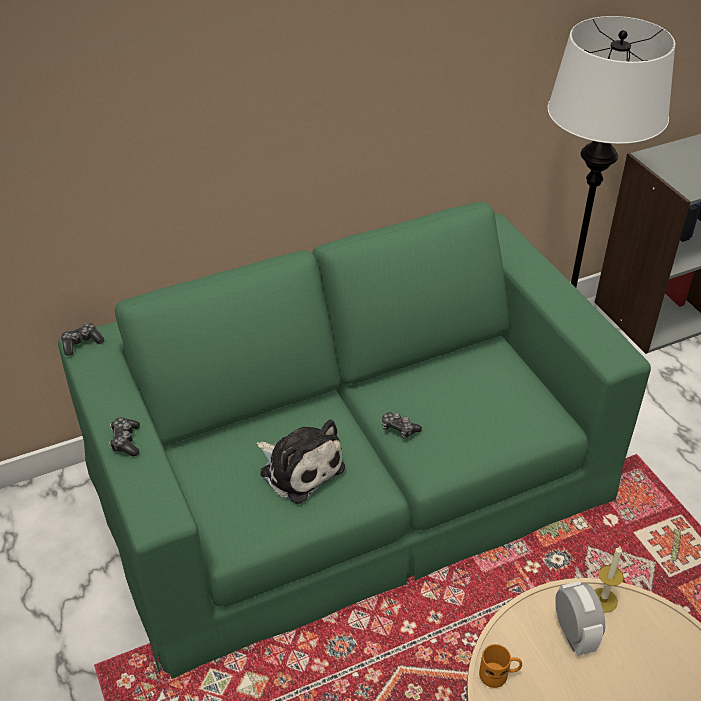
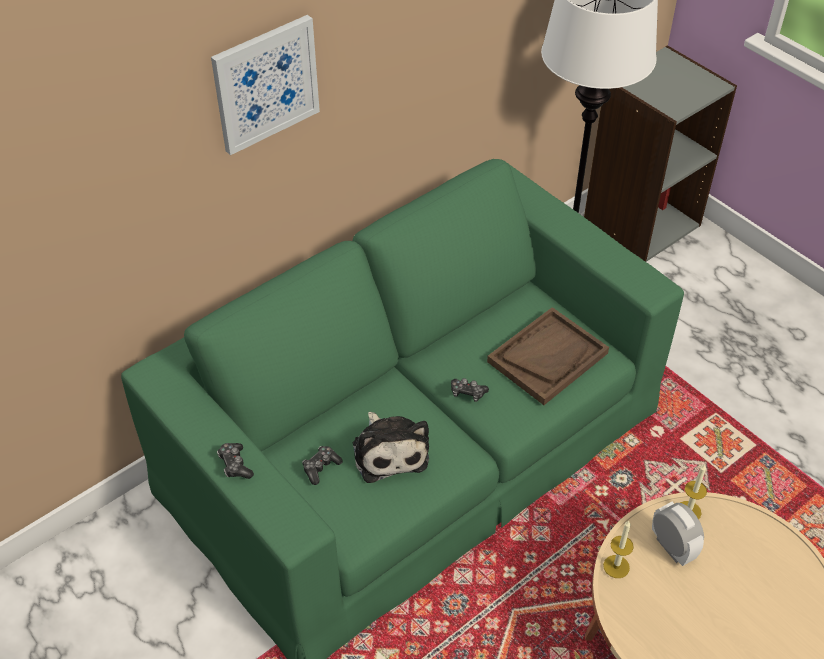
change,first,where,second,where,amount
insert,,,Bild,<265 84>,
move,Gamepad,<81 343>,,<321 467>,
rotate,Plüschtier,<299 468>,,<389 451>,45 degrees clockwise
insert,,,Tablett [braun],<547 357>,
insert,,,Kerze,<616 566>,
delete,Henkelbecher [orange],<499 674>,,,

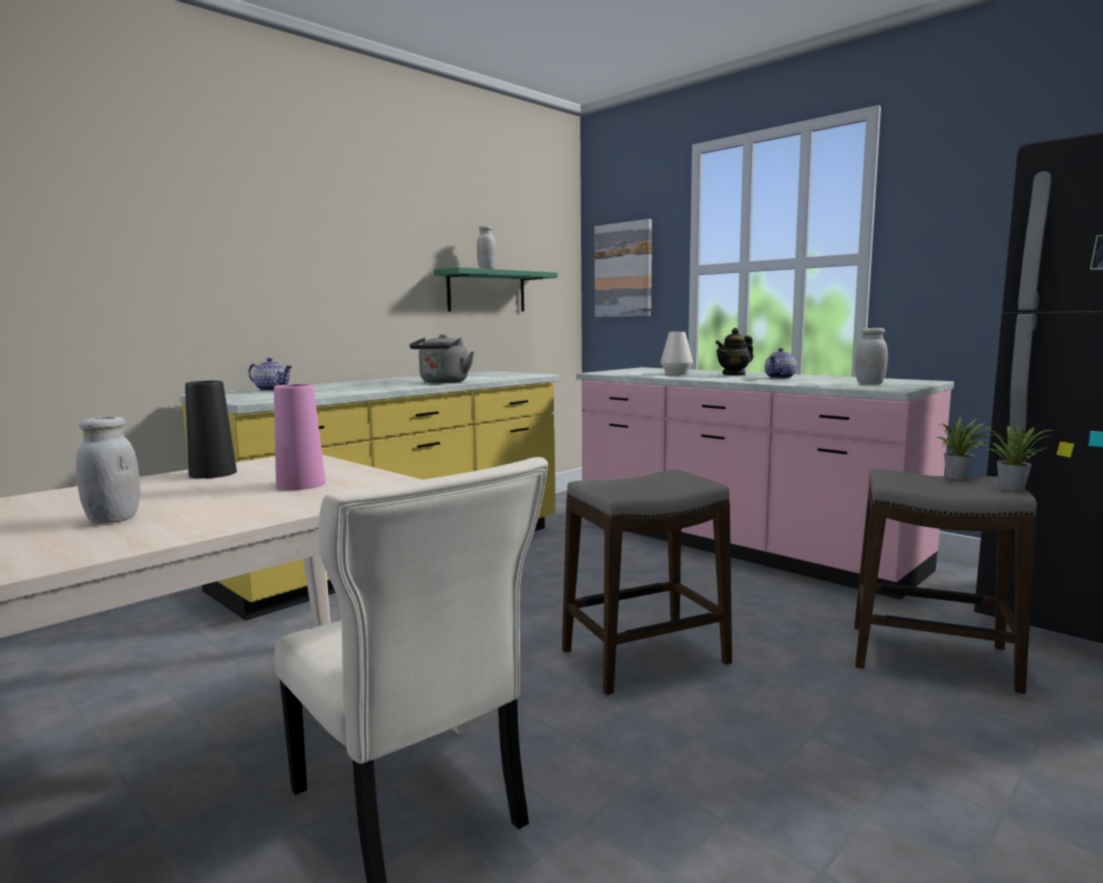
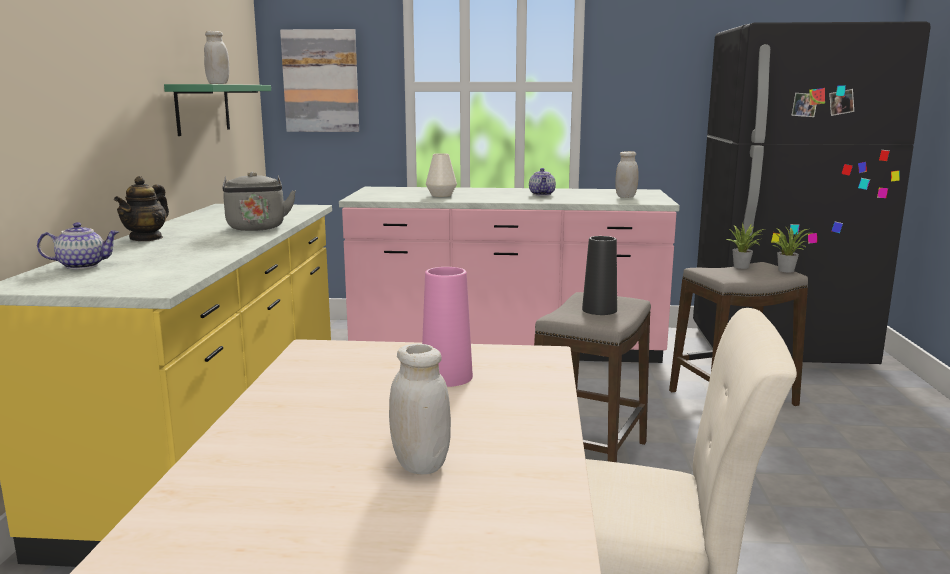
change,first,where,second,where,amount
move,Teekanne,<734 374>,,<146 238>,
move,Vase [schwarz],<213 473>,,<599 310>,

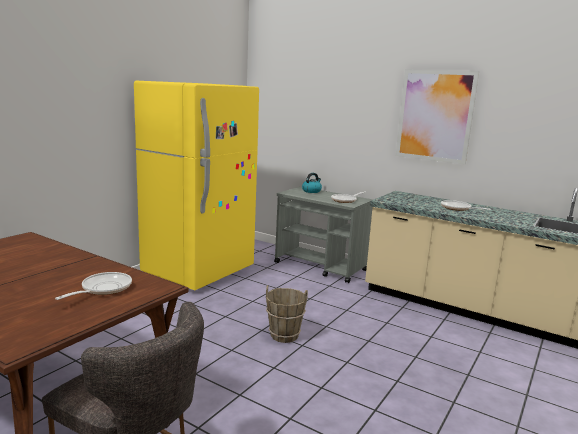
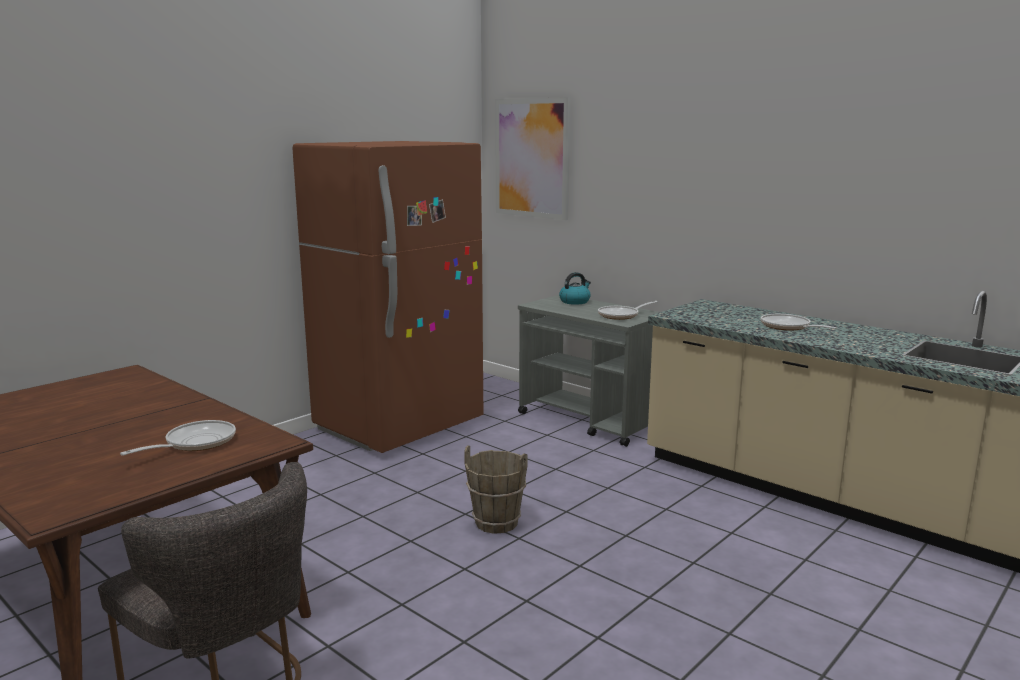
change,first,where,second,where,amount
recolor,Kühlschrank [gelb],<199 272>,Kühlschrank [braun],<399 426>,
move,Bild,<435 116>,,<532 158>,

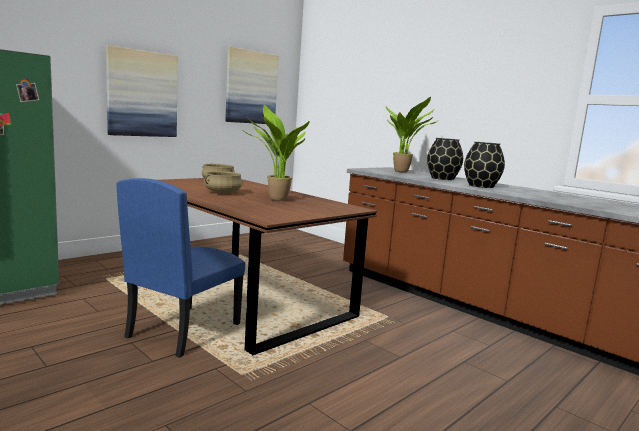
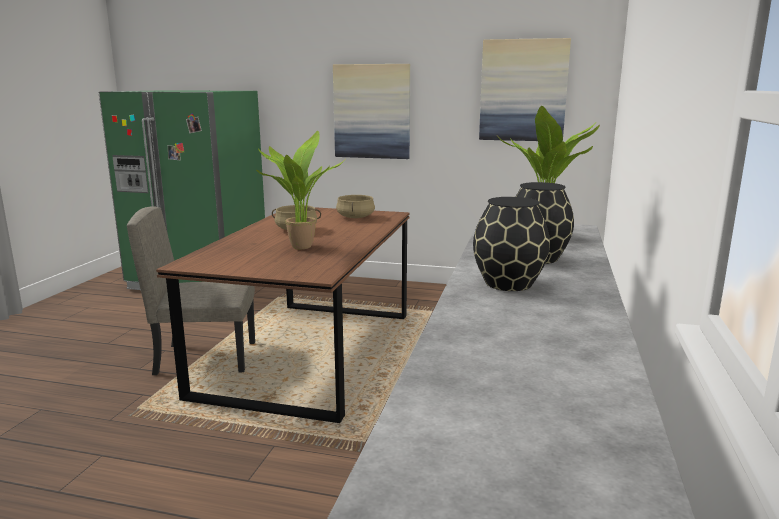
change,first,where,second,where,amount
recolor,Stuhl [blau],<183 330>,Stuhl [beige],<206 357>,

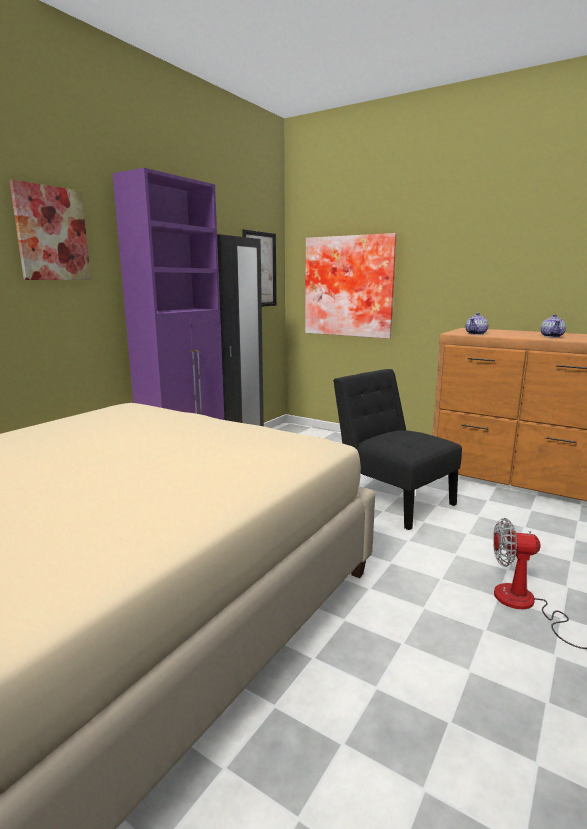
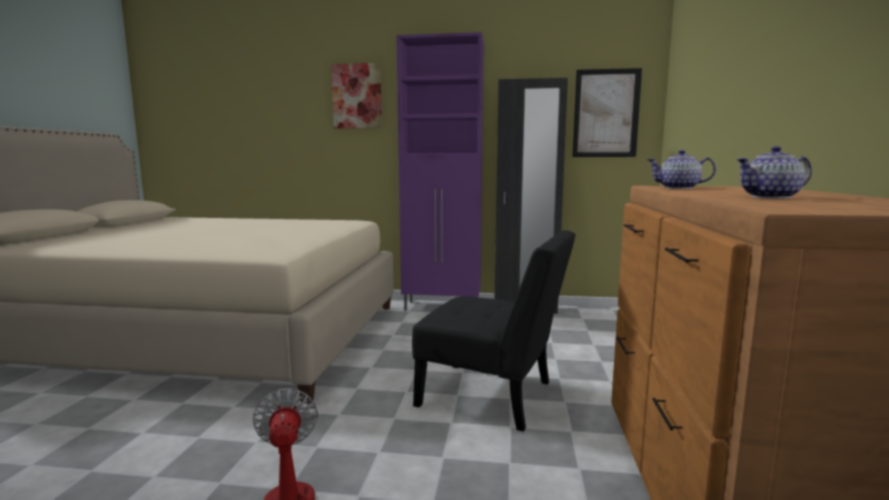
change,first,where,second,where,amount
rotate,Stuhl [schwarz],<393 500>,,<493 396>,90 degrees clockwise
delete,Bild,<349 286>,,,

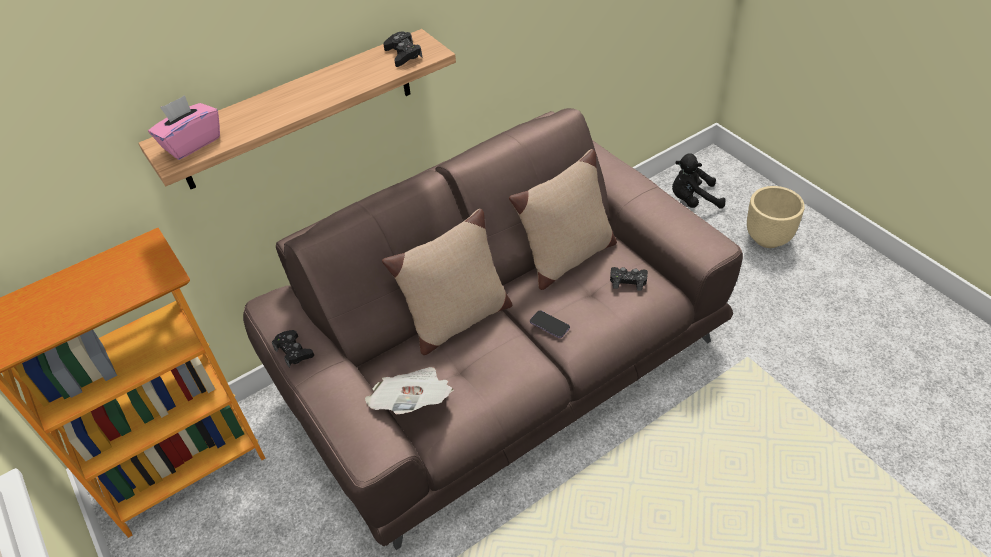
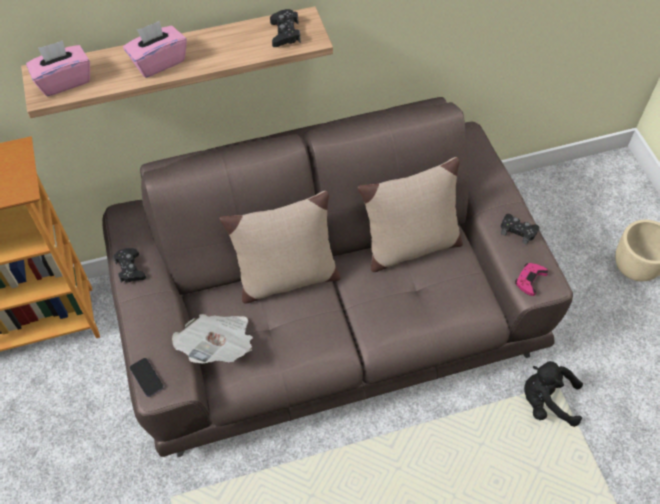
change,first,where,second,where,amount
insert,,,Taschentuchbox [rosa],<158 62>,
move,Handy,<549 325>,,<147 378>,
move,Gamepad [schwarz],<628 281>,,<518 231>,
insert,,,Gamepad [rosa],<530 280>,
move,Plüschtier [schwarz],<693 200>,,<546 401>,

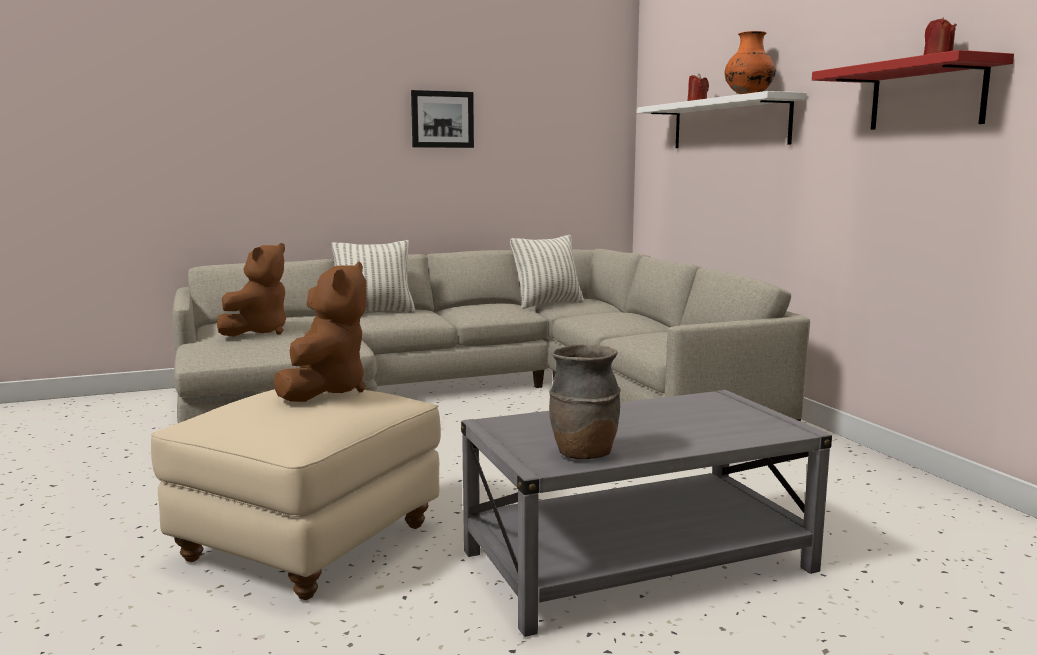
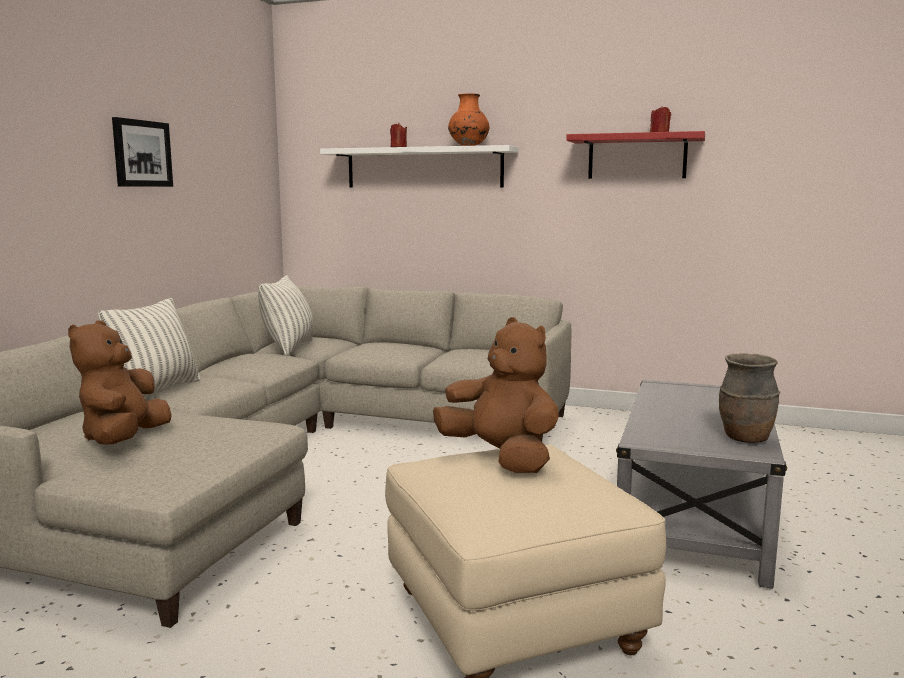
change,first,where,second,where,amount
rotate,Plüschtier [braun],<258 332>,,<124 440>,150 degrees counterclockwise

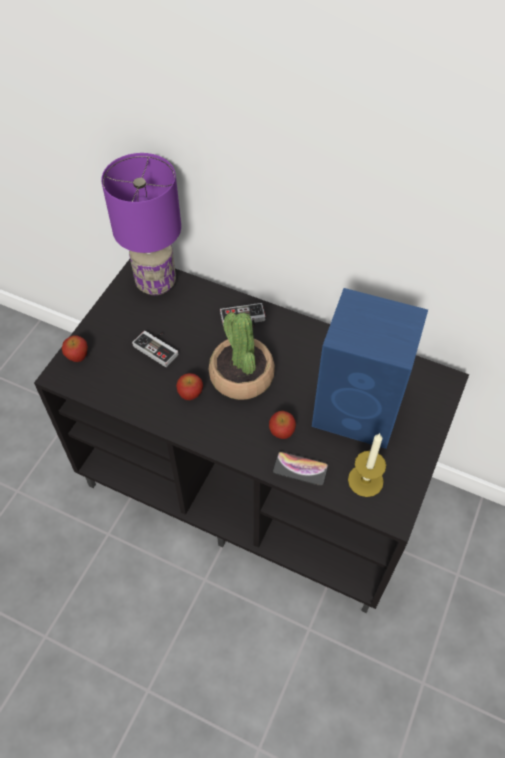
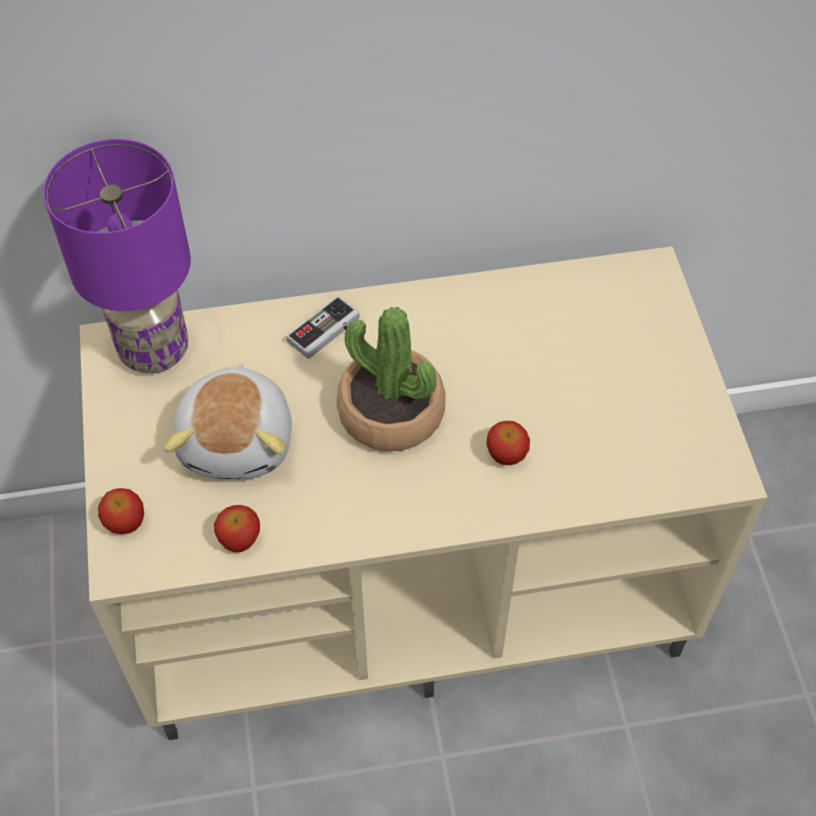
change,first,where,second,where,amount
recolor,Fernsehschrank [schwarz],<255 483>,Fernsehschrank [beige],<411 581>,
replace,Gamepad,<158 347>,Plüschtier,<239 440>,
move,Apfel,<190 394>,,<240 539>,
delete,Handy,<300 469>,,,
delete,Lautsprecher [blau],<359 410>,,,
delete,Kerze,<365 480>,,,

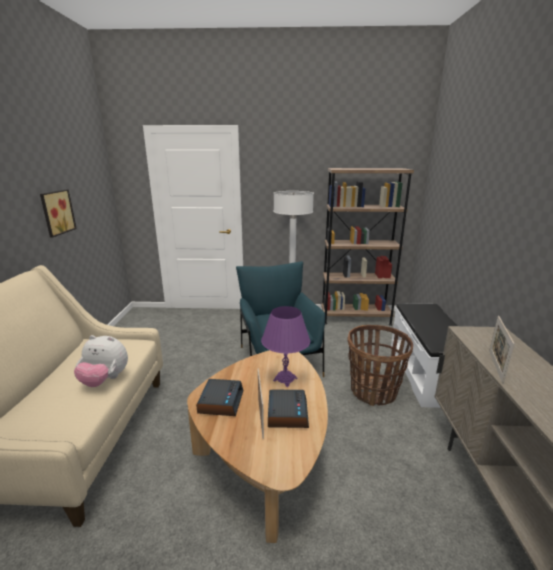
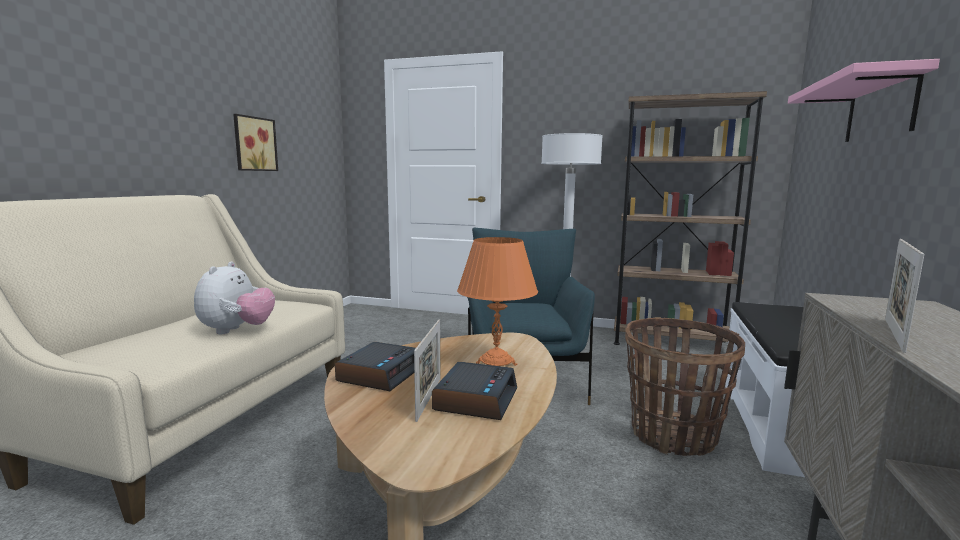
change,first,where,second,where,amount
rotate,Plüschtier,<105 380>,,<237 330>,105 degrees counterclockwise
recolor,Tischlampe [lila],<285 379>,Tischlampe [orange],<496 364>,
insert,,,Wandregal [rosa],<880 108>,

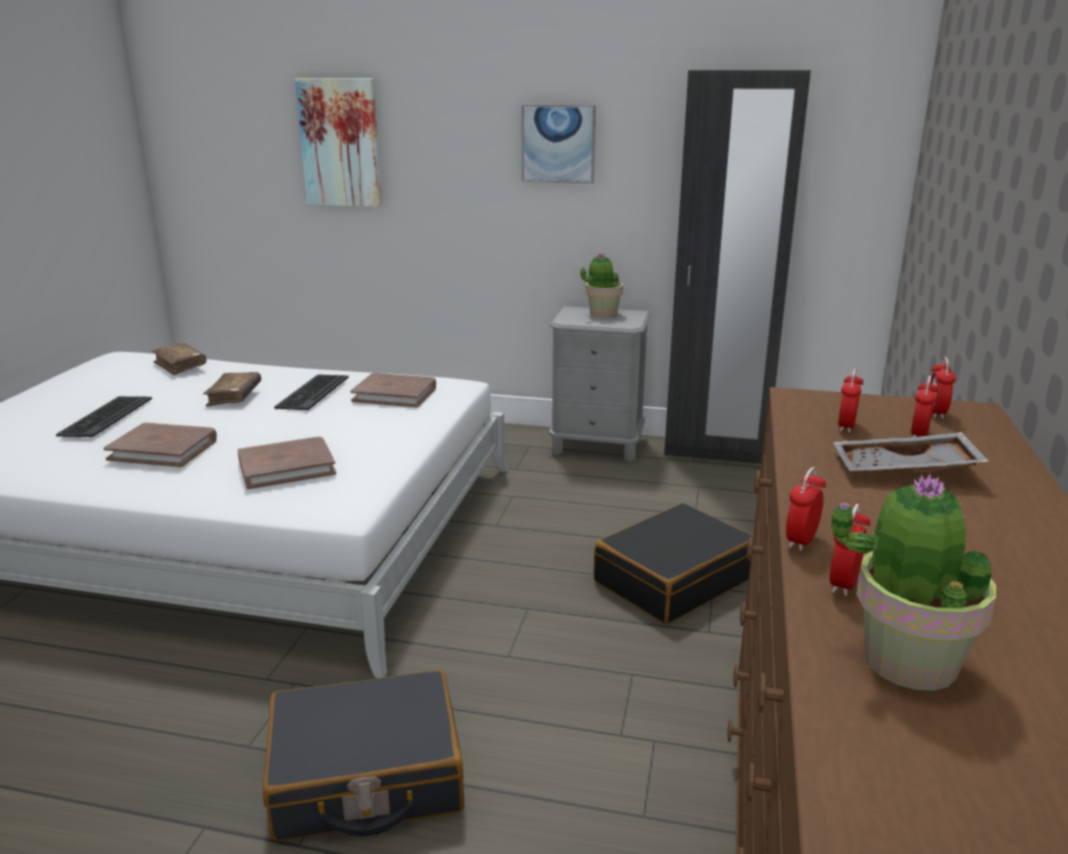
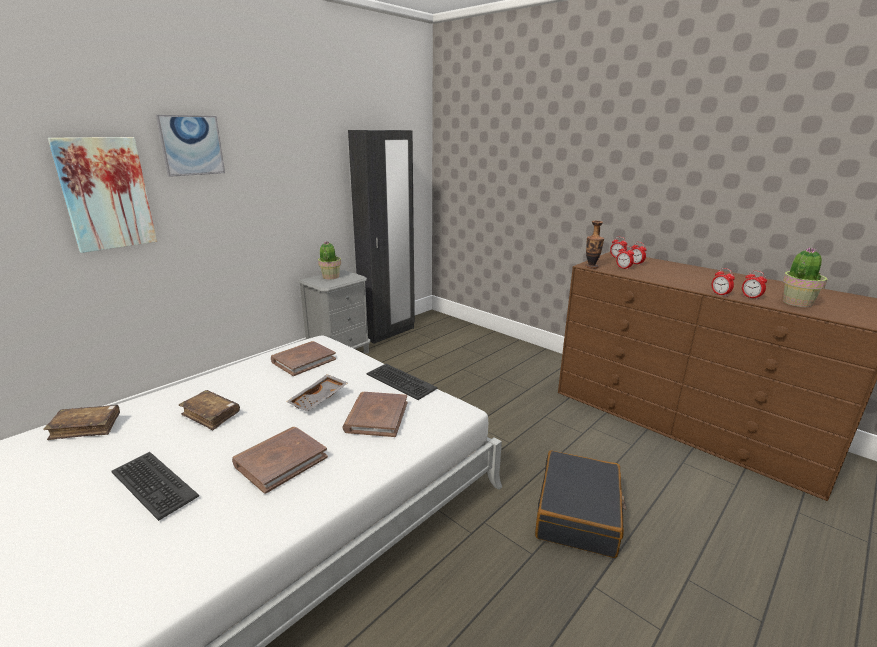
change,first,where,second,where,amount
move,Bild,<558 144>,,<191 145>,
move,Tablett [grau],<904 470>,,<319 399>,
move,Tastatur,<312 393>,,<400 382>,
insert,,,Vase,<591 267>,
delete,Koffer [schwarz],<672 579>,,,

